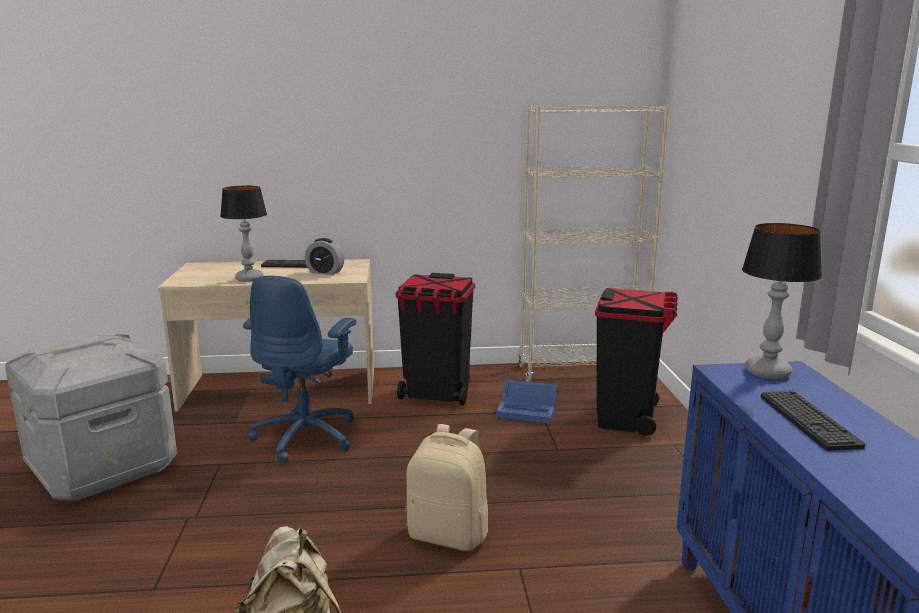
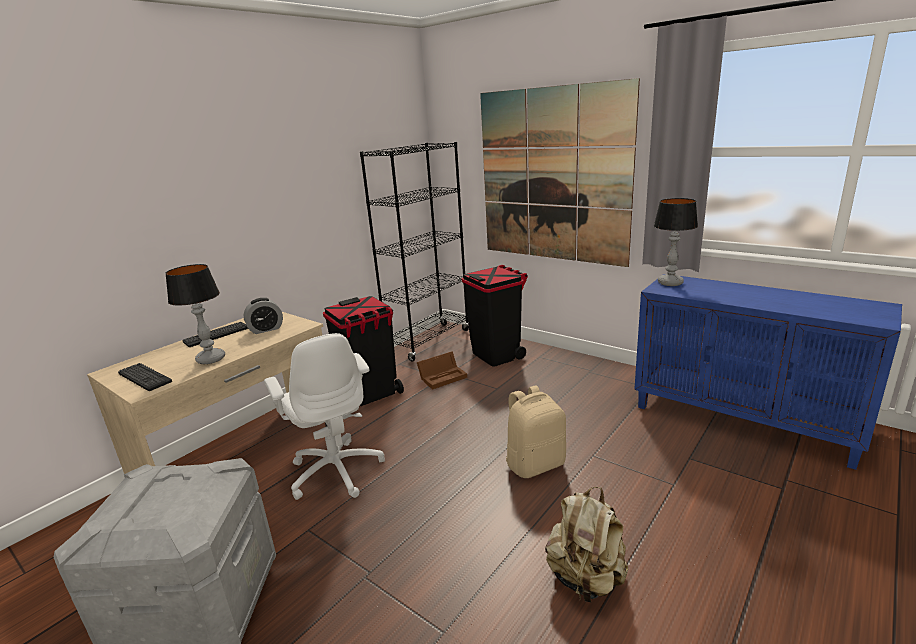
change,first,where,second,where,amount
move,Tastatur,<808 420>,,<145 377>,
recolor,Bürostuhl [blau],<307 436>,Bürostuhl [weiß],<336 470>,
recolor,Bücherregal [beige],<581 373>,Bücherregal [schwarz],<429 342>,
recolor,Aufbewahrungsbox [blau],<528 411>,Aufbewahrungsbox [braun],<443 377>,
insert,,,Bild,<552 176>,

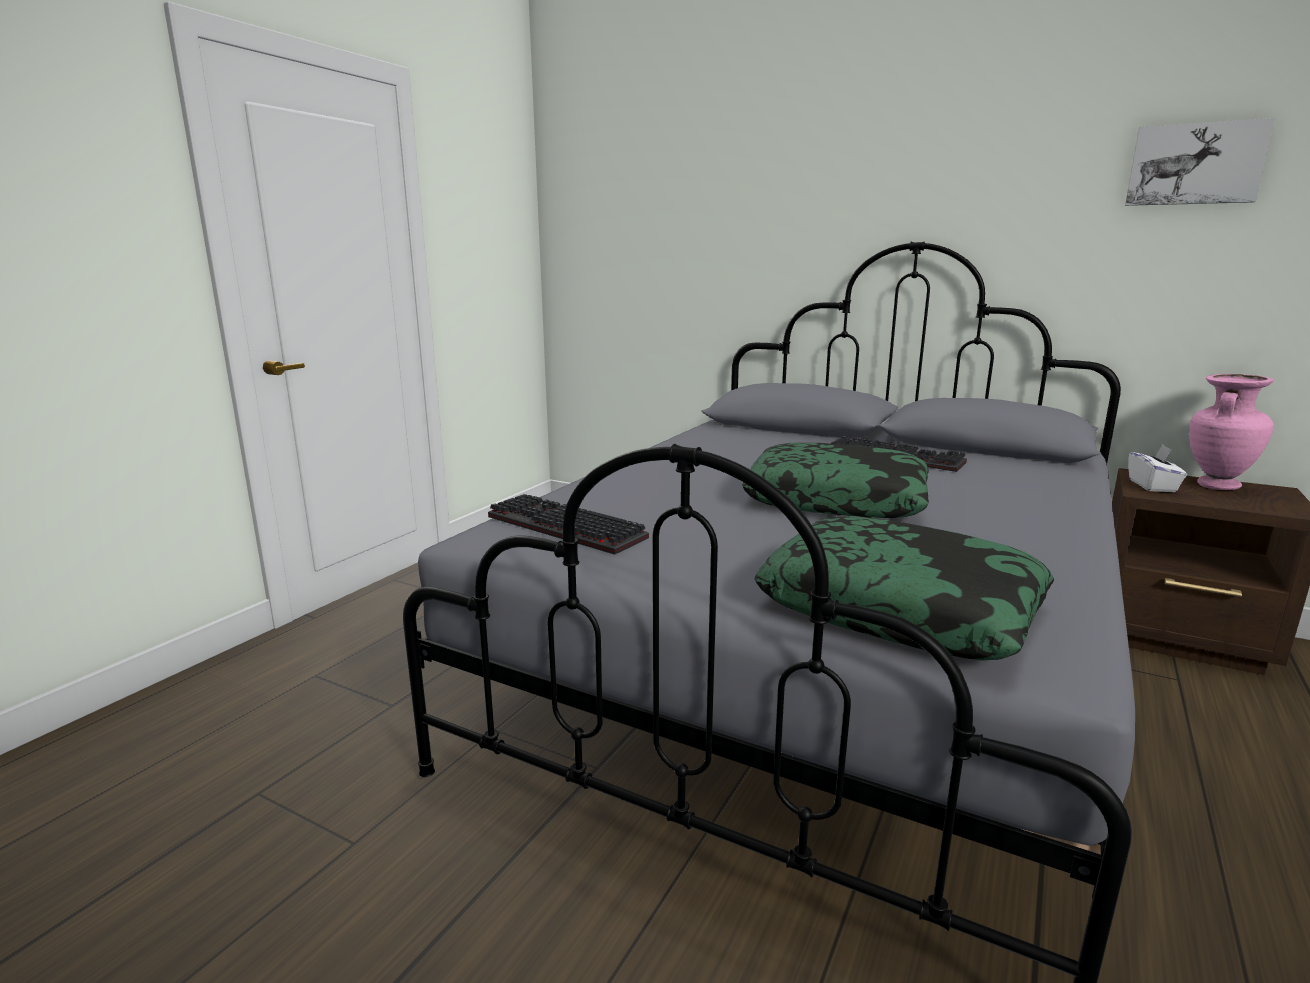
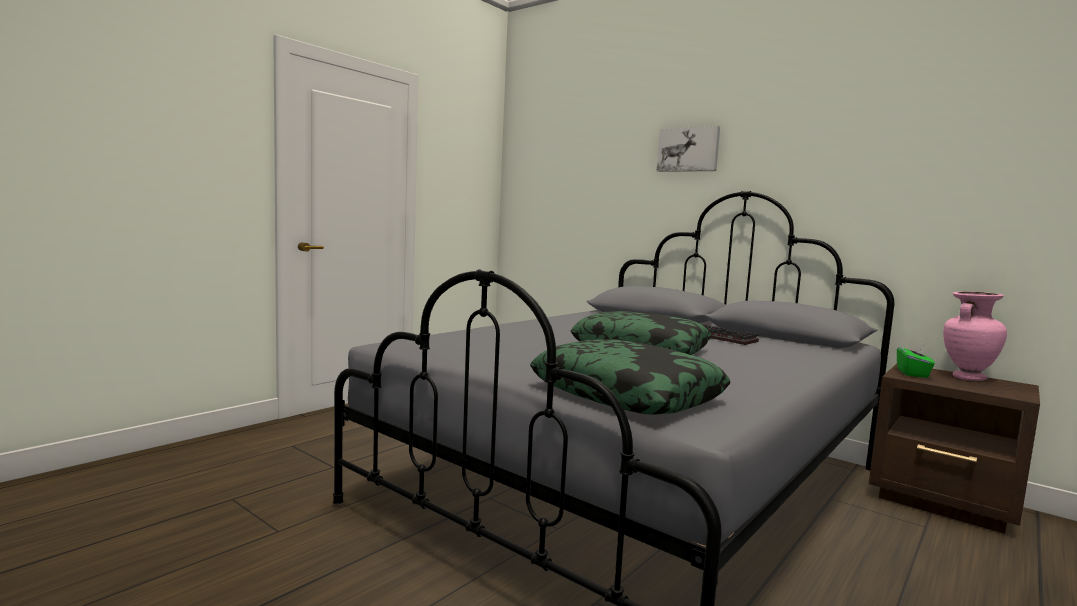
change,first,where,second,where,amount
move,Bild,<1195 164>,,<688 150>,
recolor,Taschentuchbox [weiß],<1152 486>,Taschentuchbox [grün],<913 373>,
delete,Tastatur,<560 528>,,,

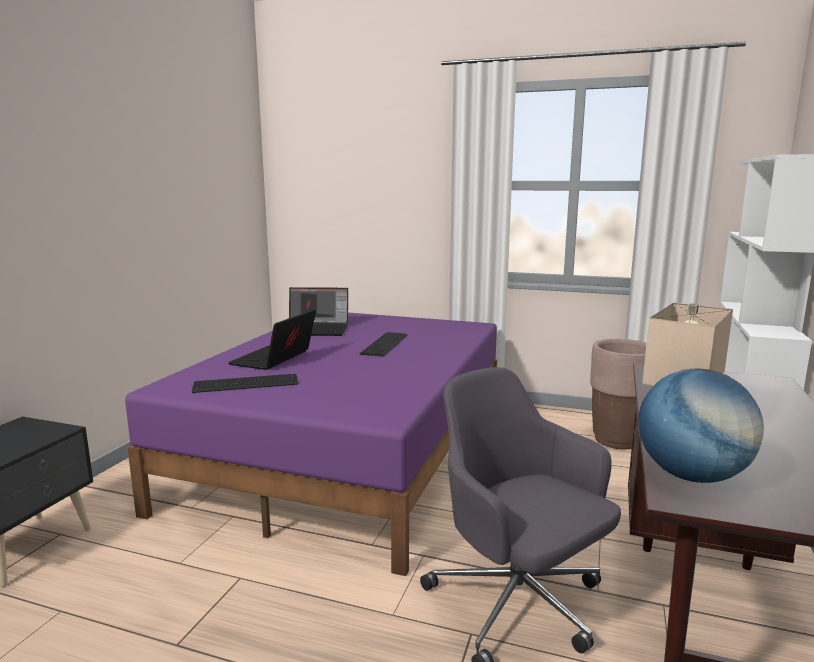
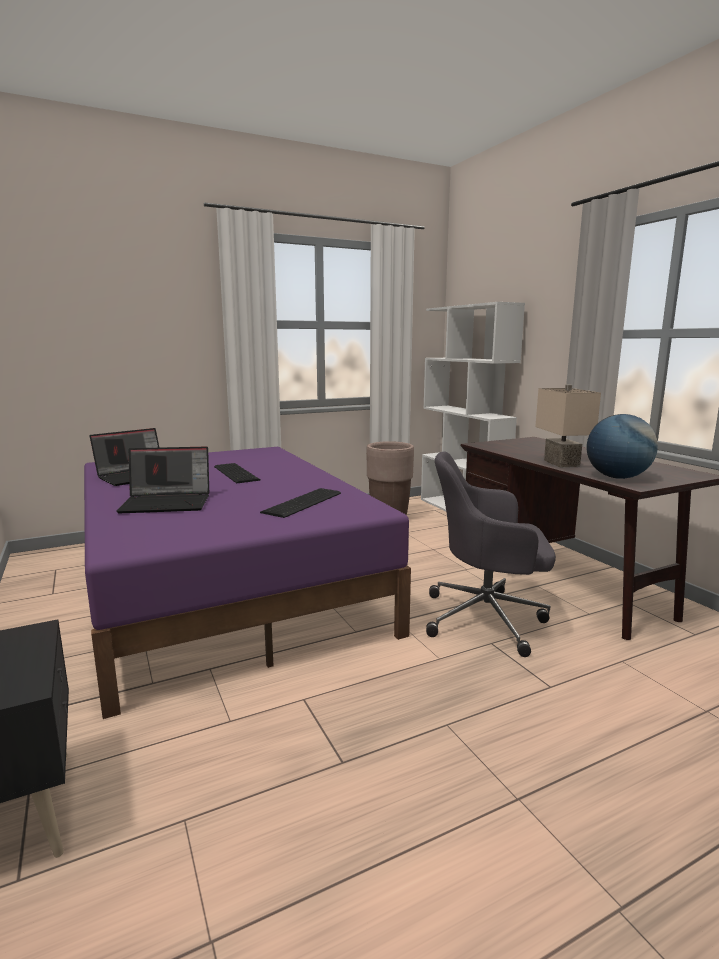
change,first,where,second,where,amount
rotate,Laptop,<274 359>,,<168 503>,75 degrees counterclockwise
move,Tastatur,<247 384>,,<305 502>,

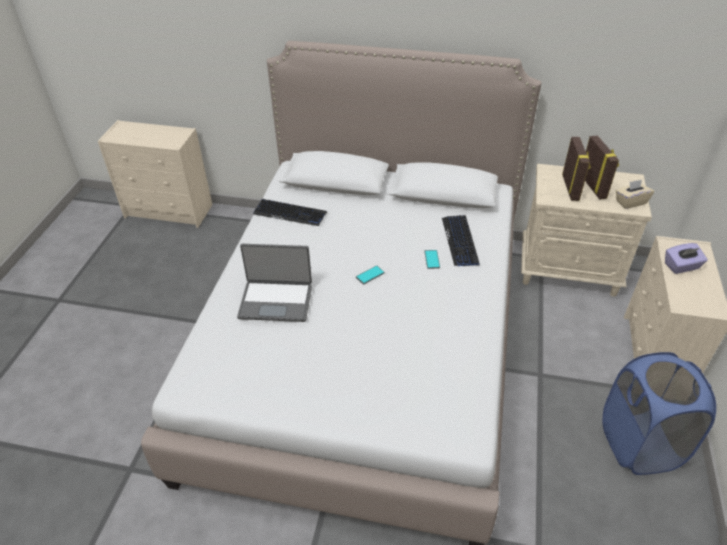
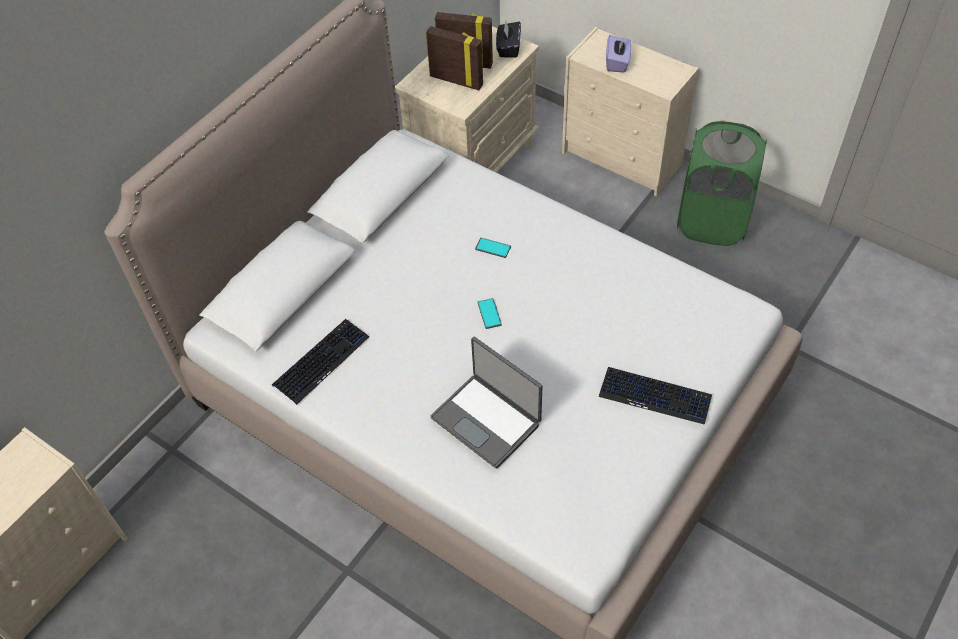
change,first,where,second,where,amount
rotate,Laptop,<276 301>,,<487 420>,105 degrees clockwise
recolor,Taschentuchbox [beige],<630 202>,Taschentuchbox [schwarz],<508 48>,
move,Tastatur,<460 241>,,<655 396>,
recolor,Wäschekorb [blau],<639 444>,Wäschekorb [grün],<712 221>,

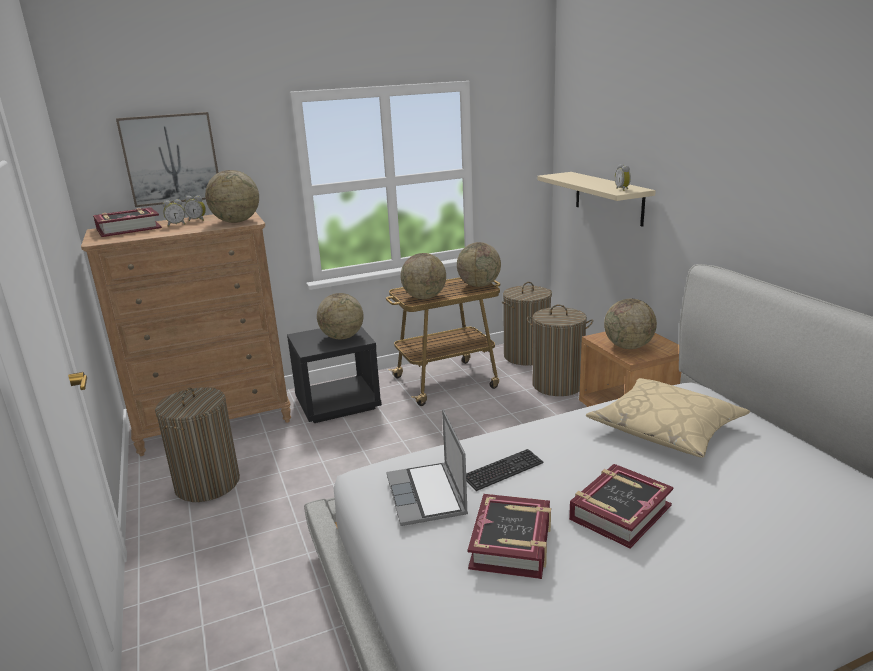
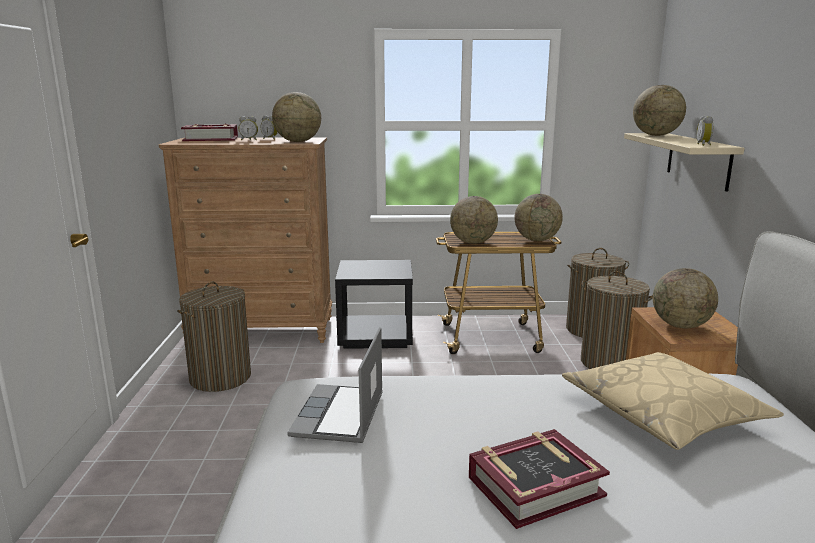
change,first,where,second,where,amount
move,Globus,<342 337>,,<656 135>,
delete,Bild,<171 159>,,,
delete,Tastatur,<503 471>,,,
delete,Buch,<512 543>,,,

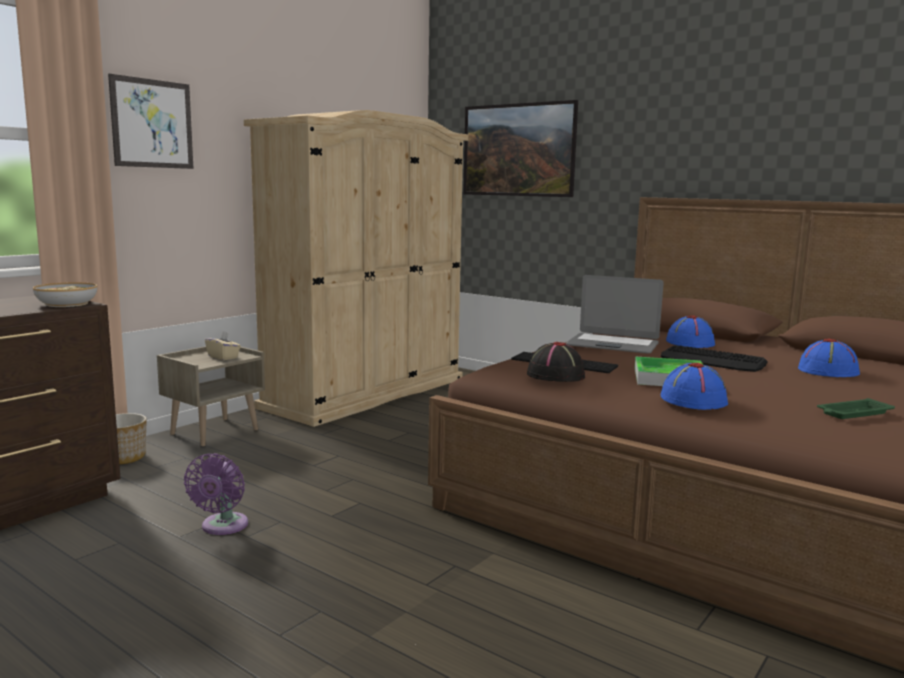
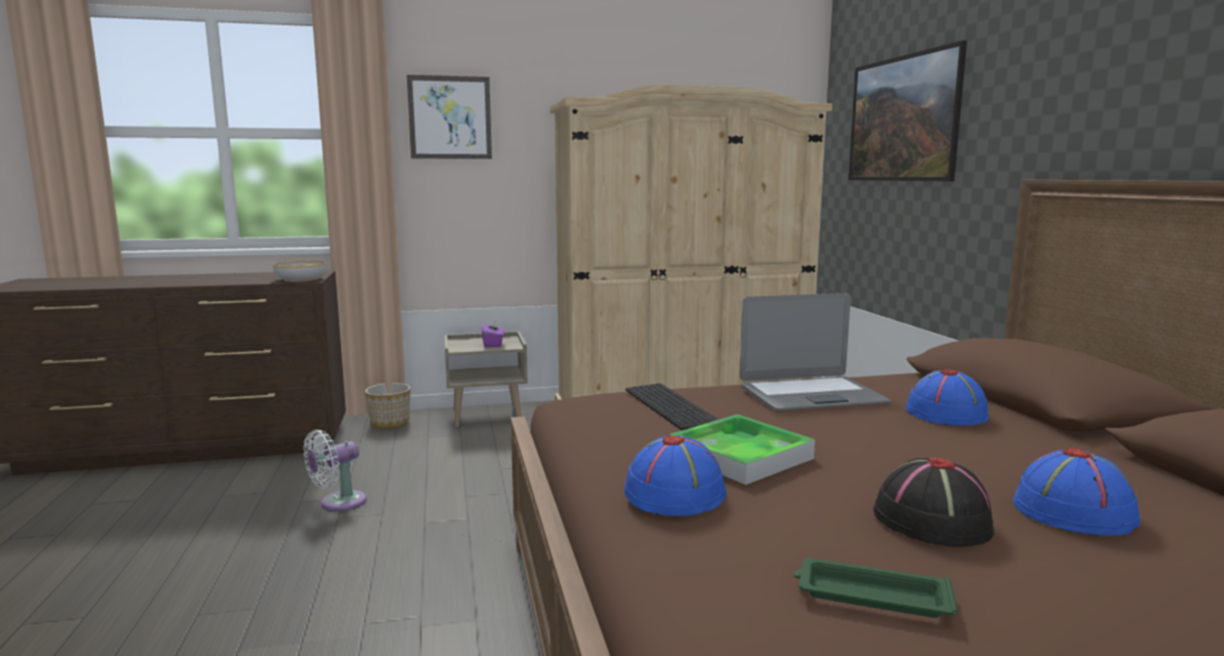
change,first,where,second,where,amount
recolor,Ventilator [lila],<222 527>,Ventilator [weiß],<338 503>,
recolor,Taschentuchbox [beige],<223 357>,Taschentuchbox [lila],<493 344>,
rotate,Laptop,<612 345>,,<811 395>,75 degrees counterclockwise
move,Hut [schwarz],<555 375>,,<931 521>,
delete,Tastatur,<712 361>,,,

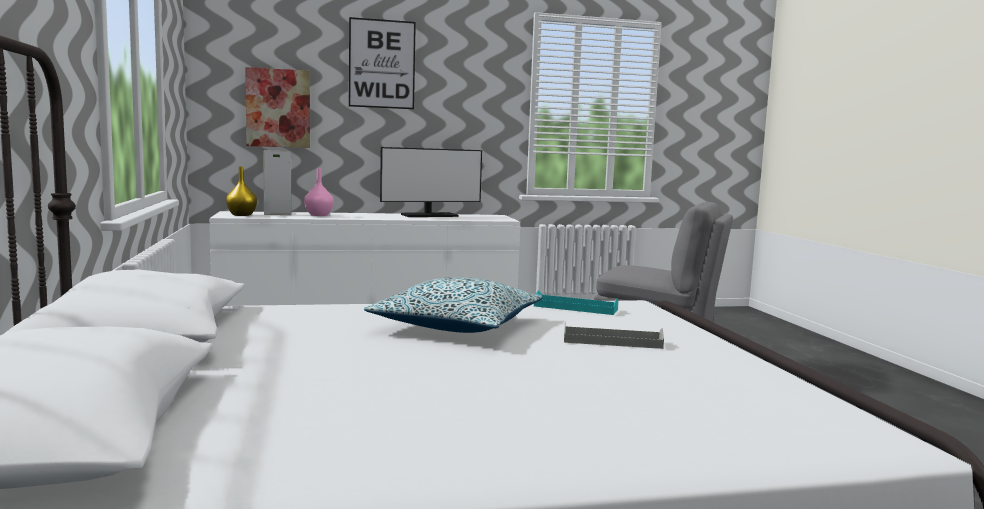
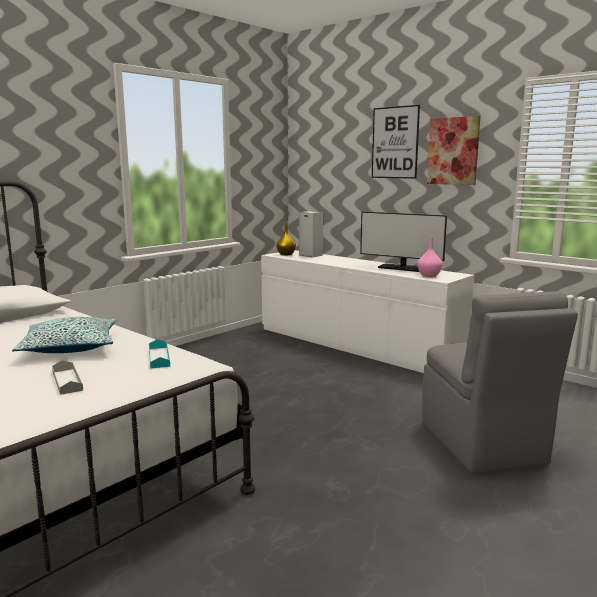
change,first,where,second,where,amount
move,Vase [rosa],<318 215>,,<428 275>,
move,Bild,<278 108>,,<453 151>,

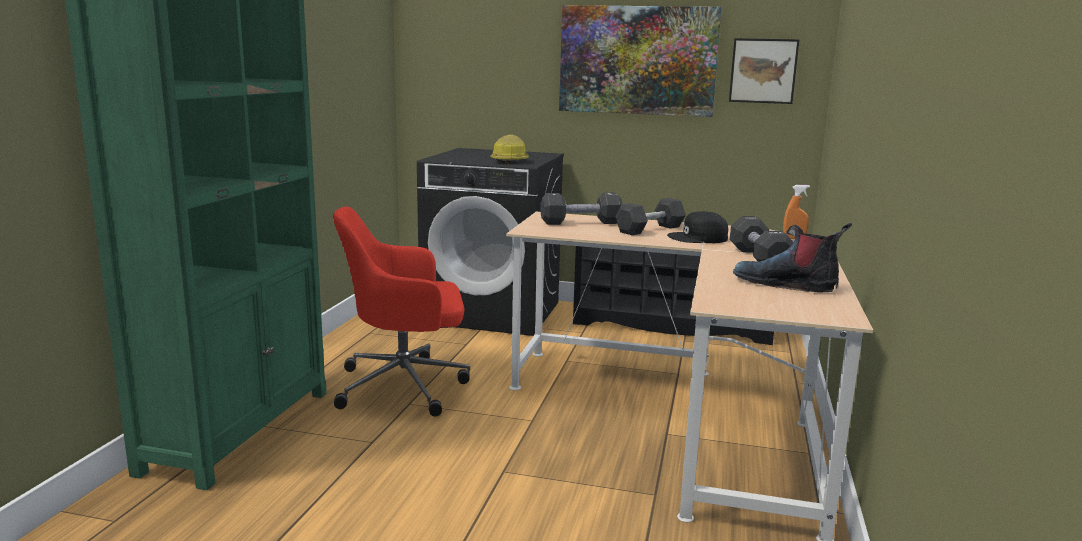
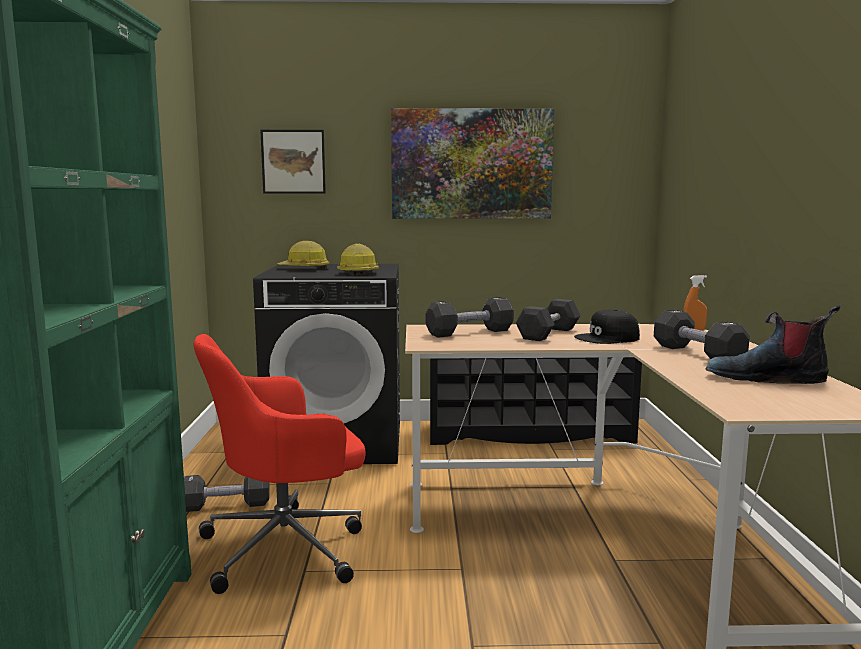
change,first,where,second,where,amount
insert,,,Hantel [schwarz],<225 506>,
move,Bild,<763 71>,,<293 161>,
insert,,,Schutzhelm,<304 269>,

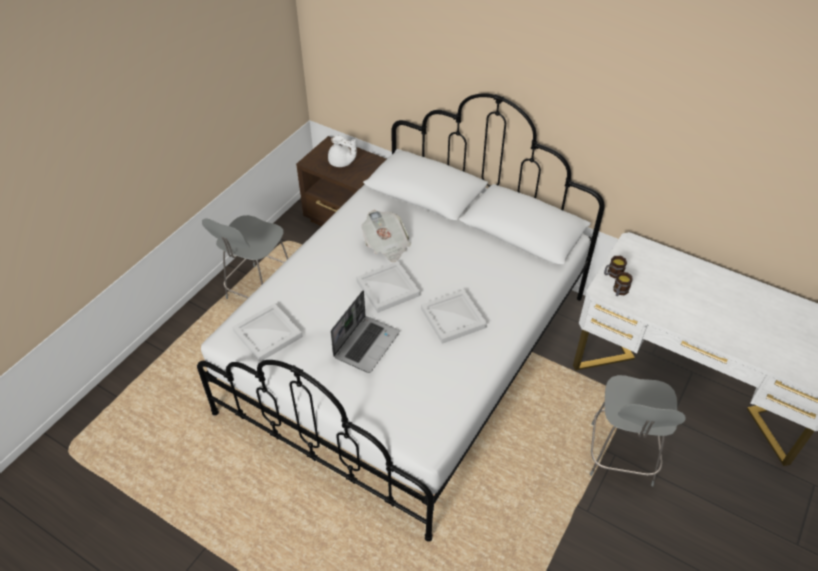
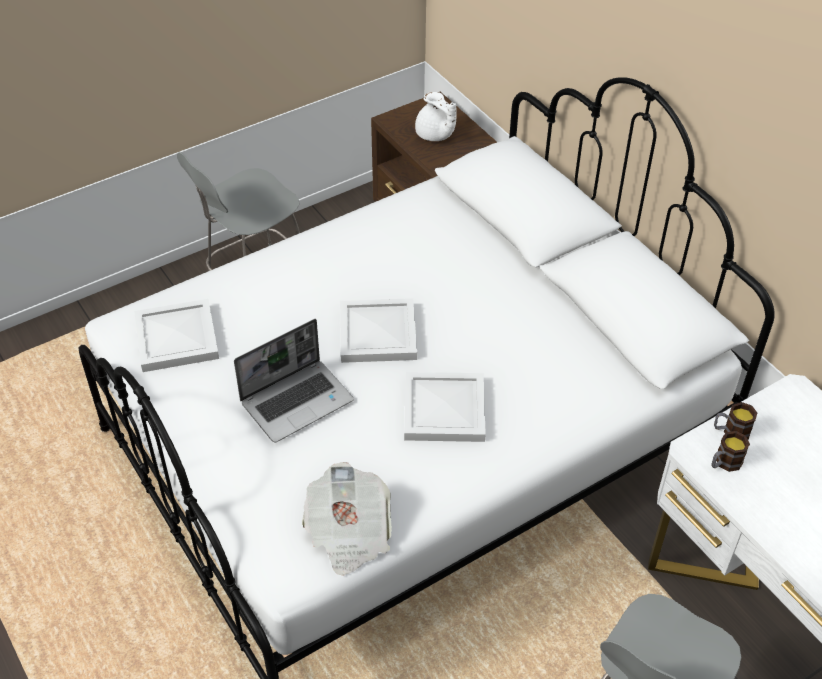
change,first,where,second,where,amount
move,Zeitung,<386 245>,,<348 533>,

